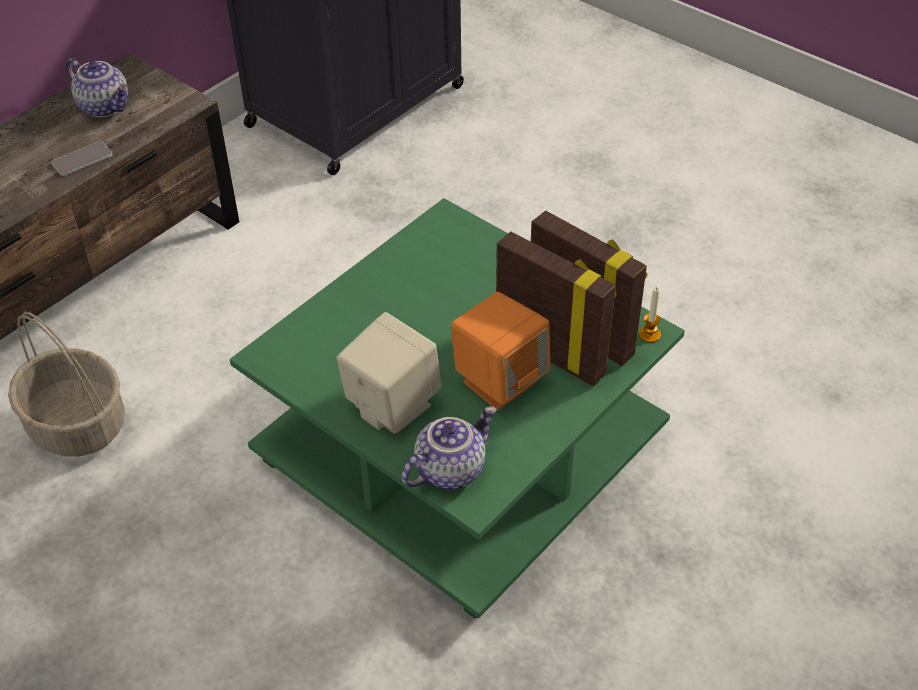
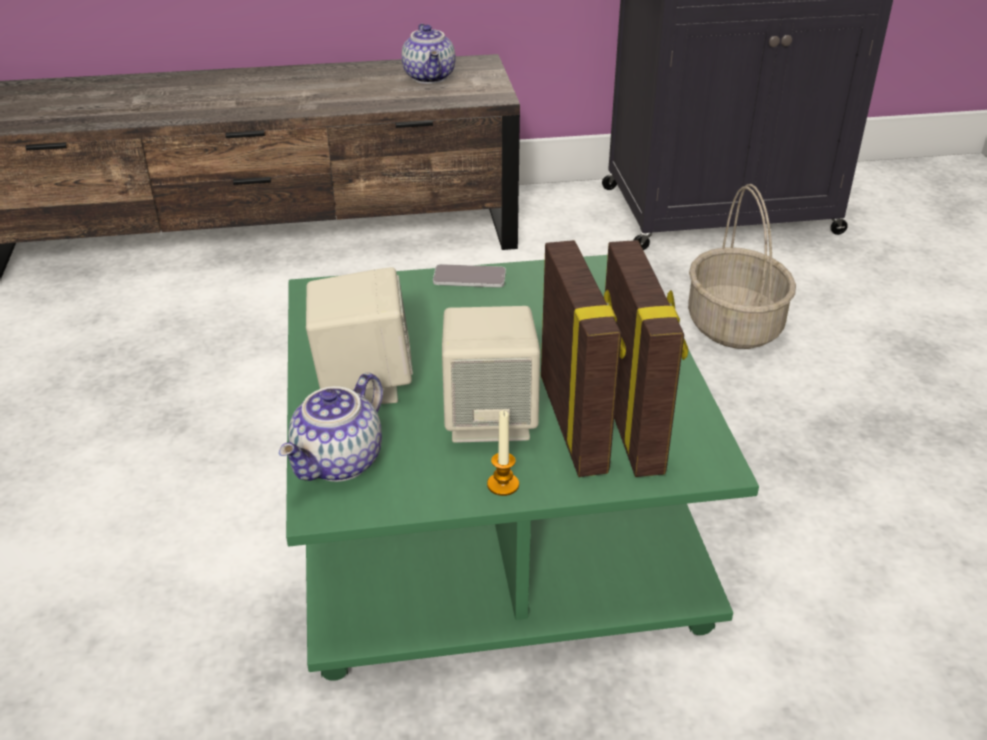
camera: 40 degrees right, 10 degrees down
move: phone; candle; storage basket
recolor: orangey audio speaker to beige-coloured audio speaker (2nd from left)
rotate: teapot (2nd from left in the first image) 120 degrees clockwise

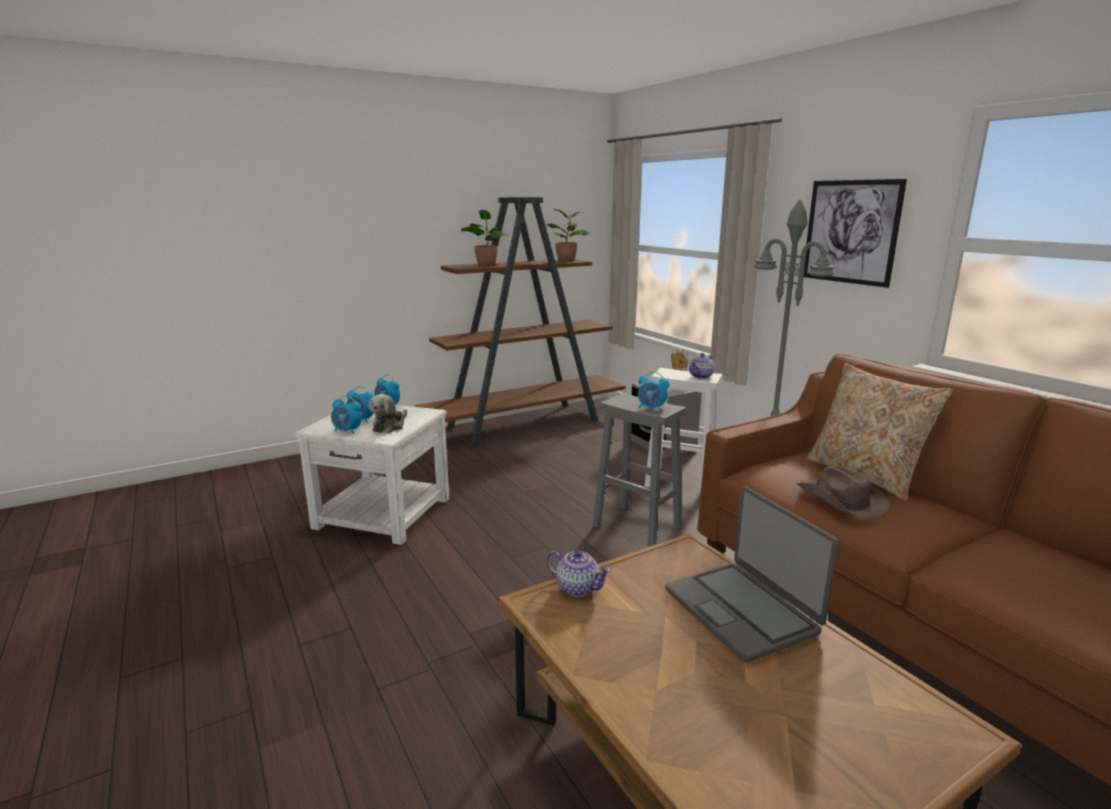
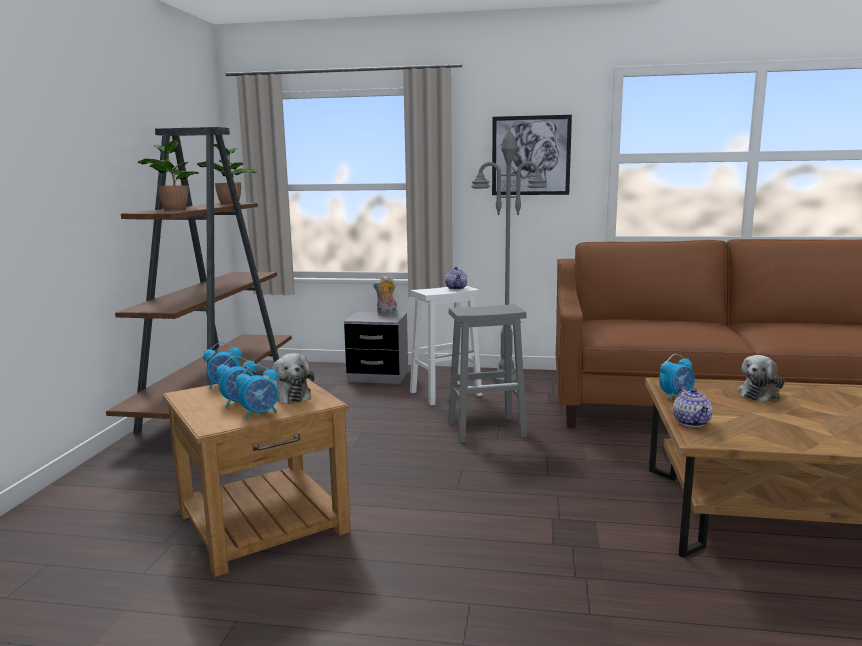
camera: 50 degrees left, 5 degrees down
delete: brown hat; beige-coloured cushion
move: table clock (4th from left)
replace: portable computer to plush toy (3rd from left)
recolor: white accent table to brown accent table
rotate: teapot (1st from left in the first image) 105 degrees clockwise

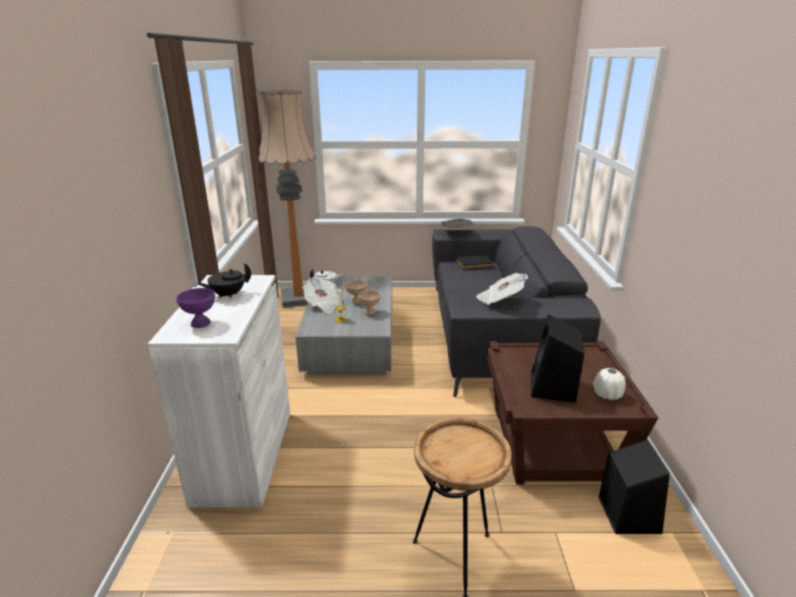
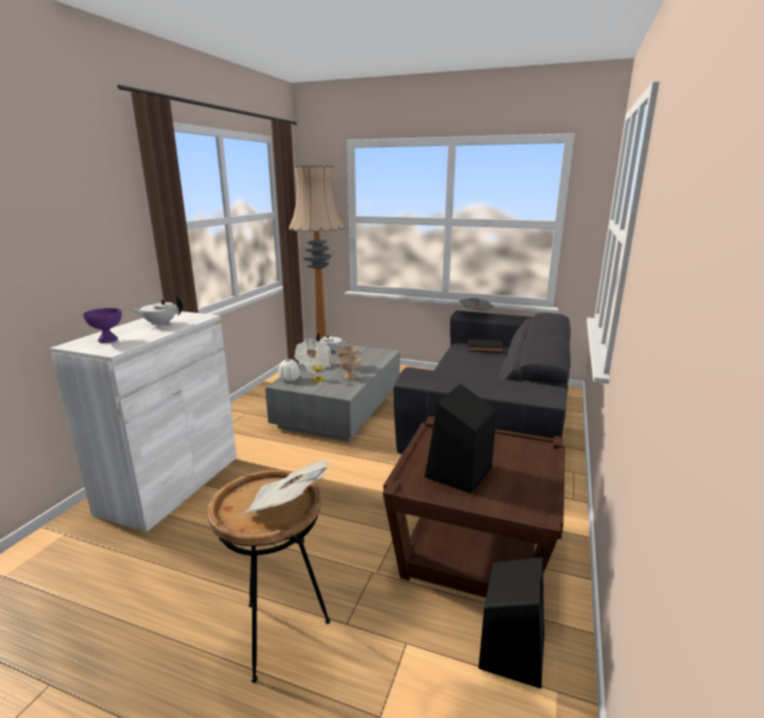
camera: 20 degrees right, 5 degrees down
move: printed paper (3rd from left in the first image) to printed paper (1st from left); white vase
recolor: black-coloured teapot to white teapot (1st from left)

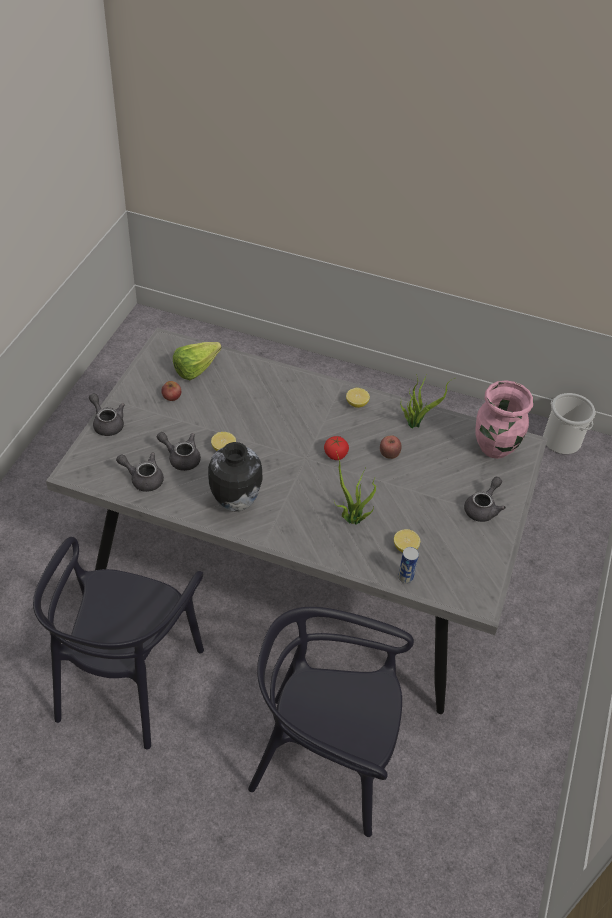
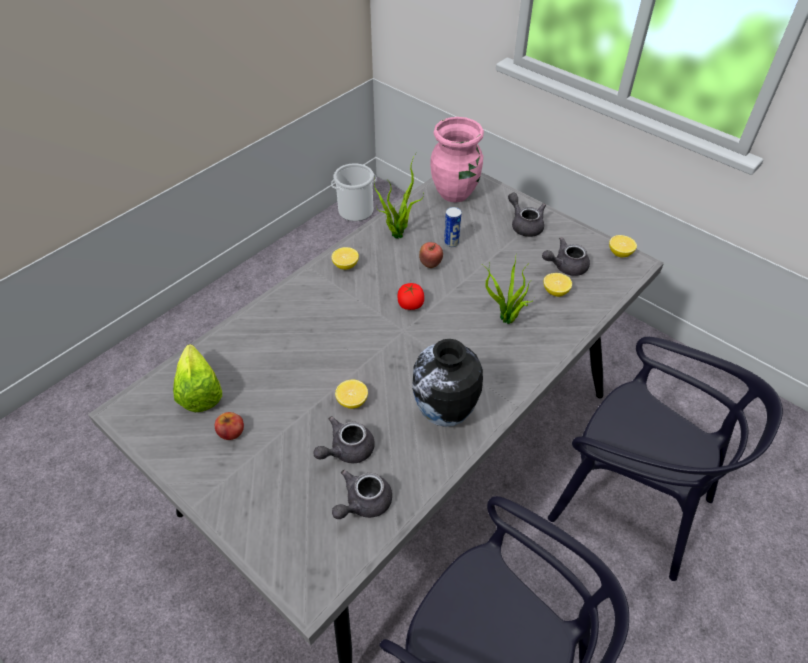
camera: 65 degrees left, 0 degrees up
insert: whole lemon (4th from left)
move: can; gray teapot (1st from left in the first image) to gray teapot (4th from left)
rotate: black-coloured plain chair (2nd from left) 90 degrees counterclockwise

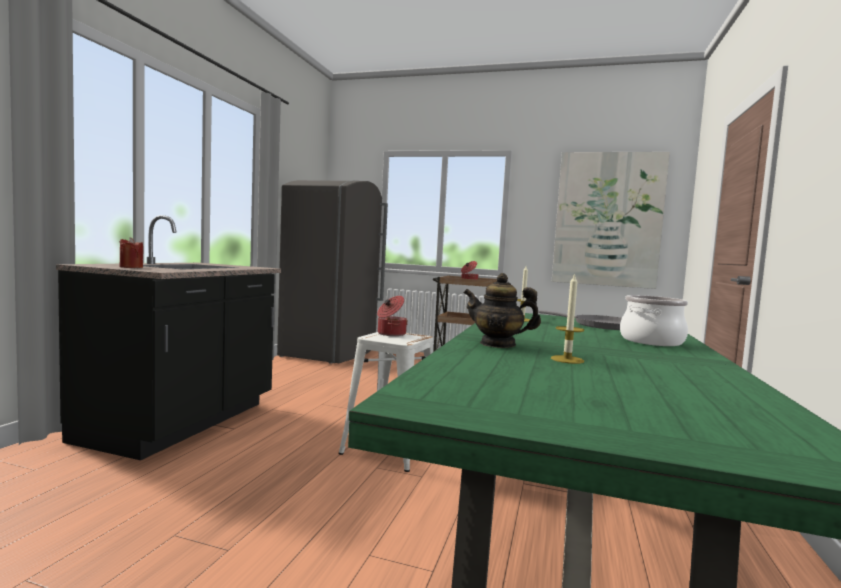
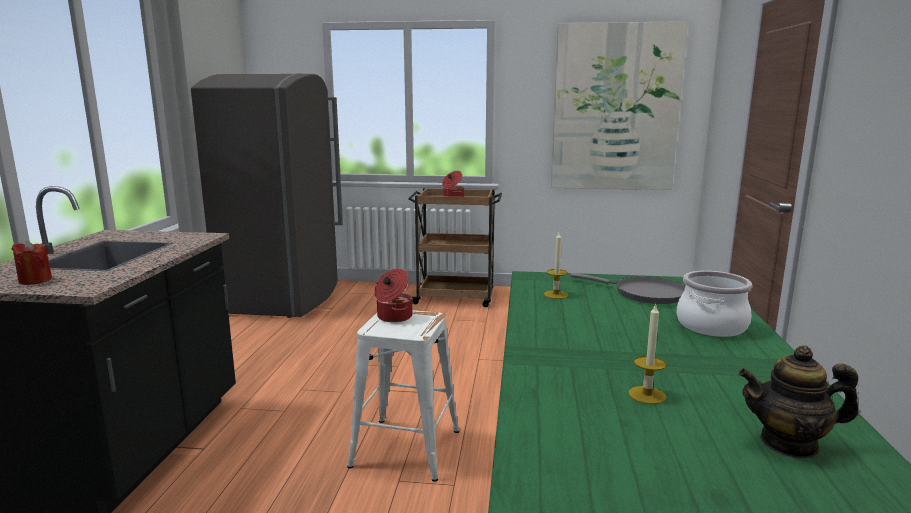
camera: 10 degrees left, 10 degrees up
move: teapot

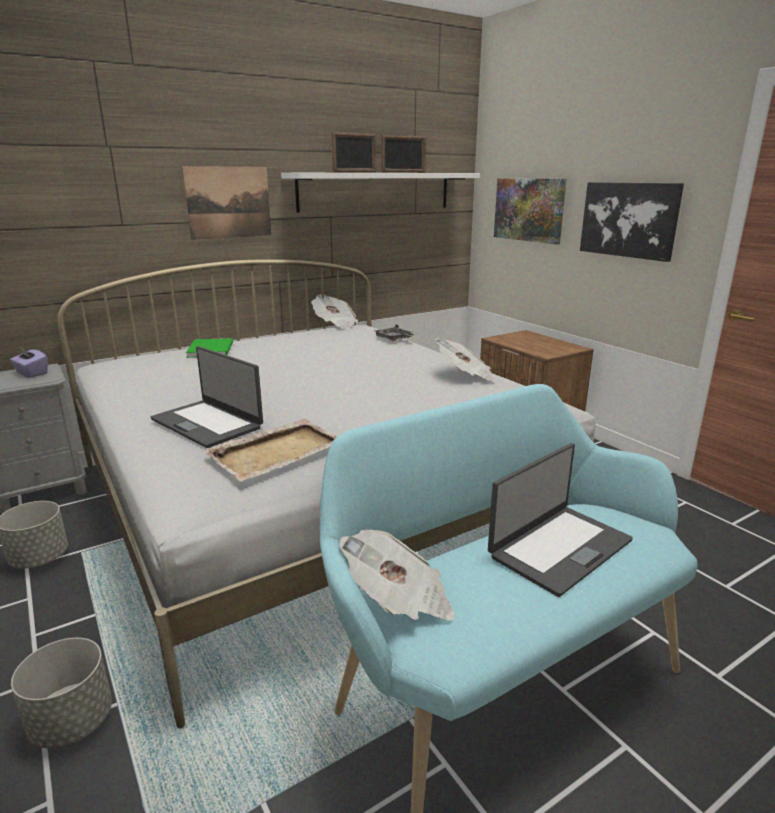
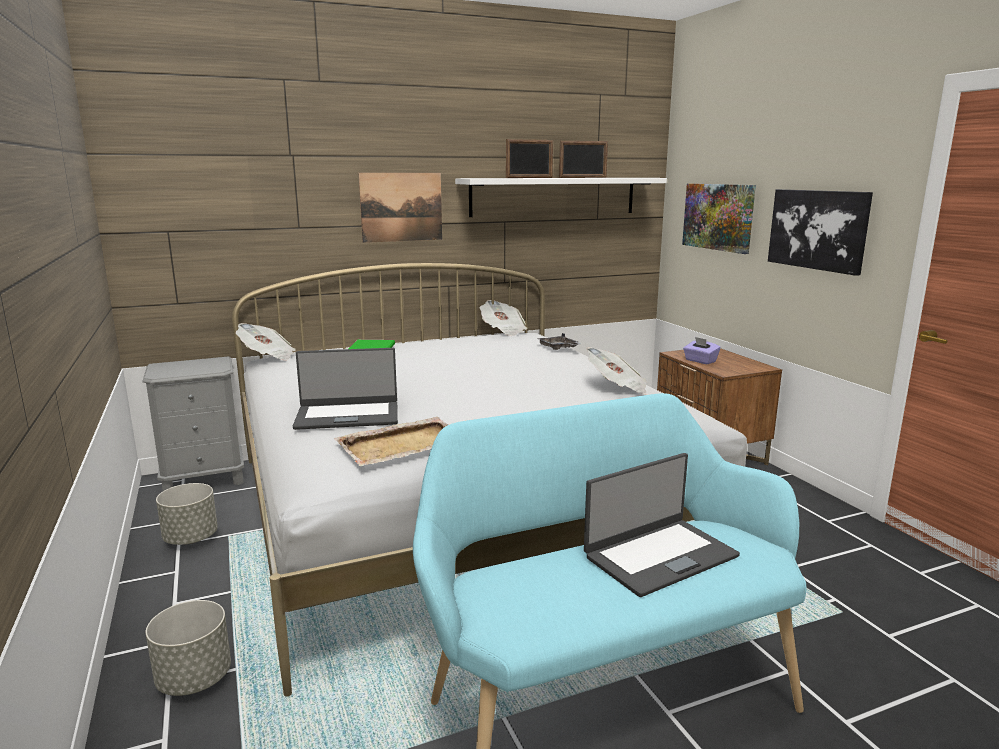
camera: 10 degrees right, 5 degrees down
move: printed paper (2nd from left in the first image) to printed paper (1st from left); purple box of tissues
rotate: portable computer (1st from left) 60 degrees counterclockwise

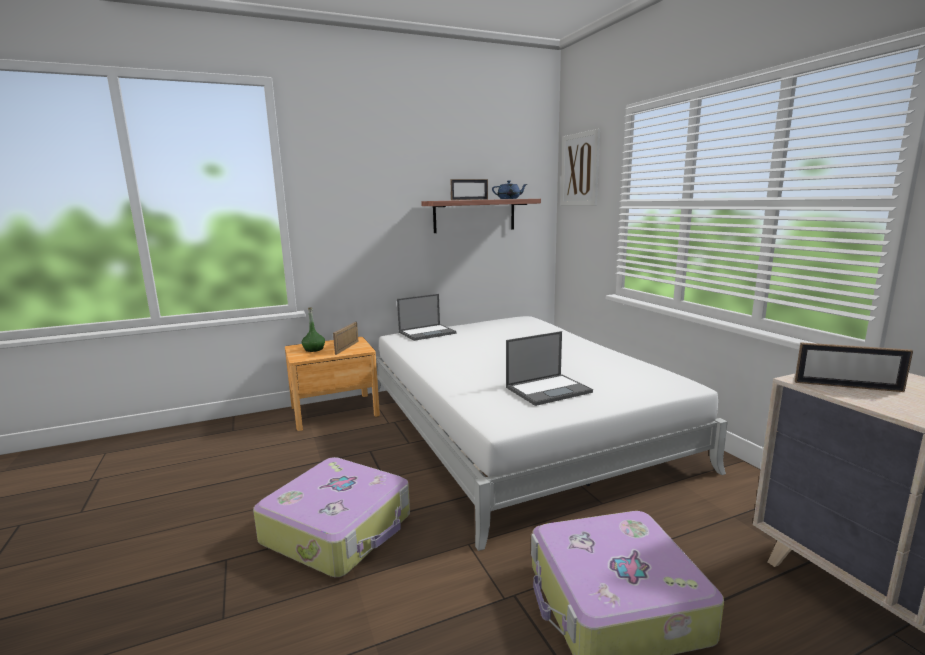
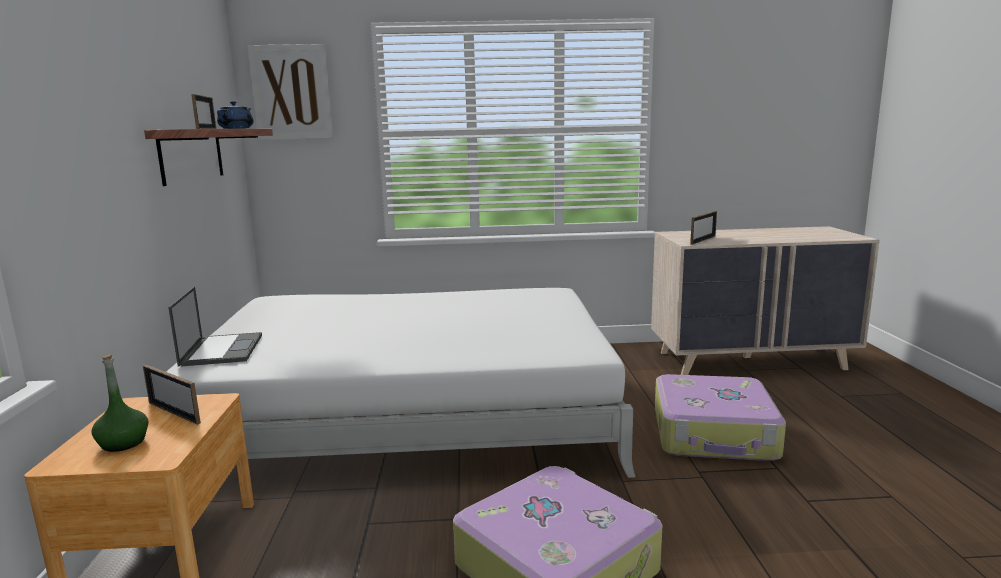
camera: 70 degrees left, 0 degrees up
delete: portable computer (2nd from left)

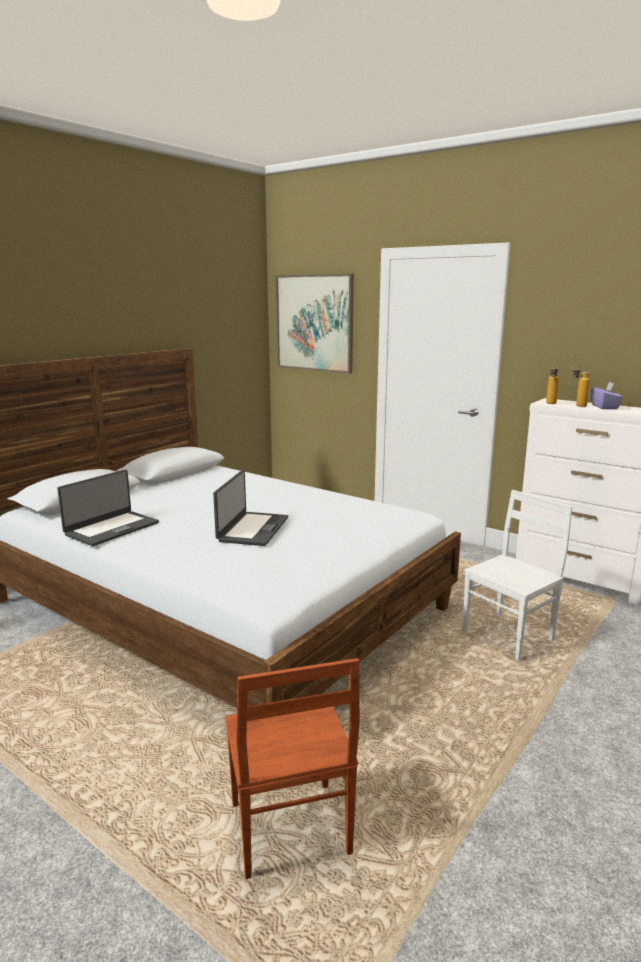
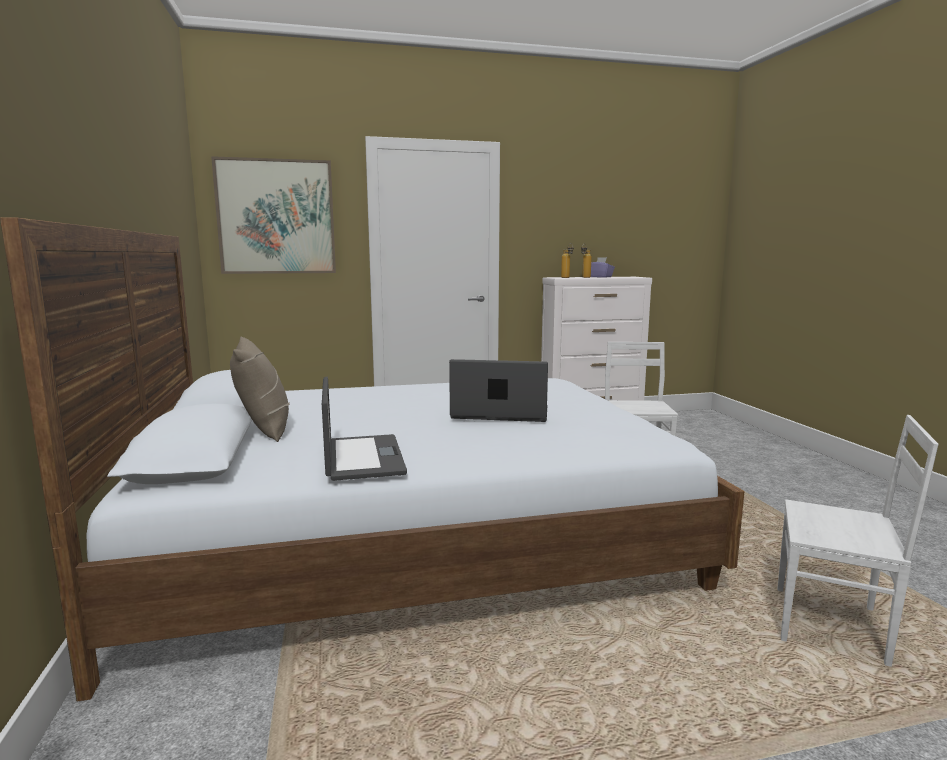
camera: 50 degrees left, 5 degrees down
insert: beige-coloured cushion
recolor: brown plain chair to white plain chair (2nd from left)
rotate: portable computer (2nd from left) 45 degrees counterclockwise

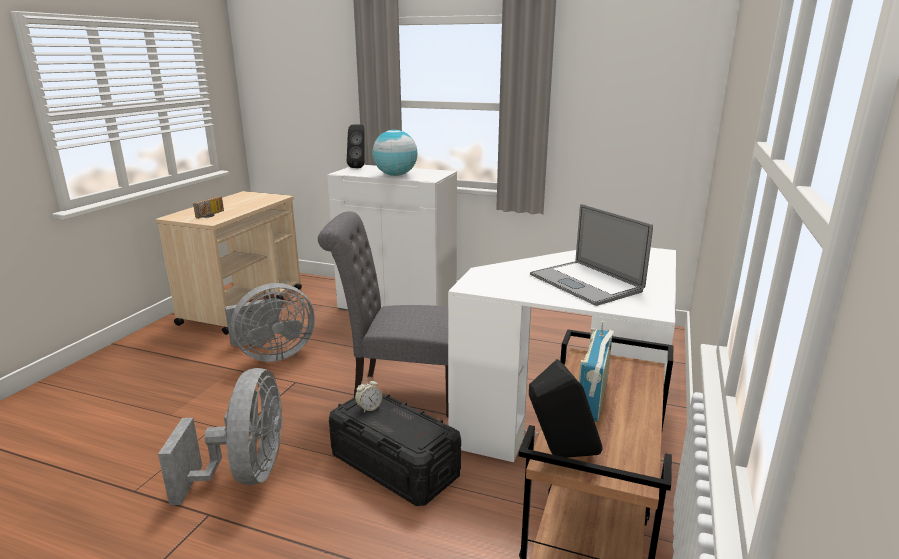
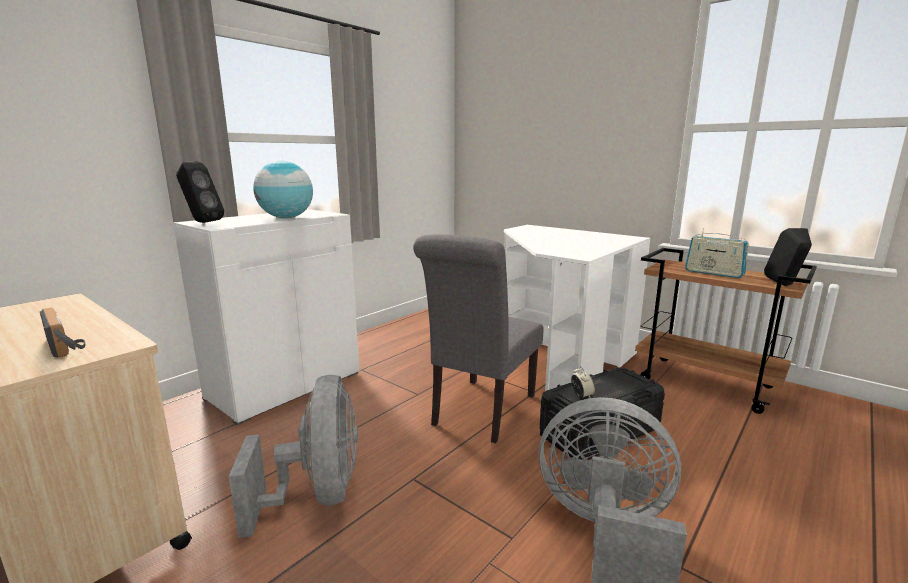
camera: 70 degrees left, 5 degrees down
delete: portable computer

